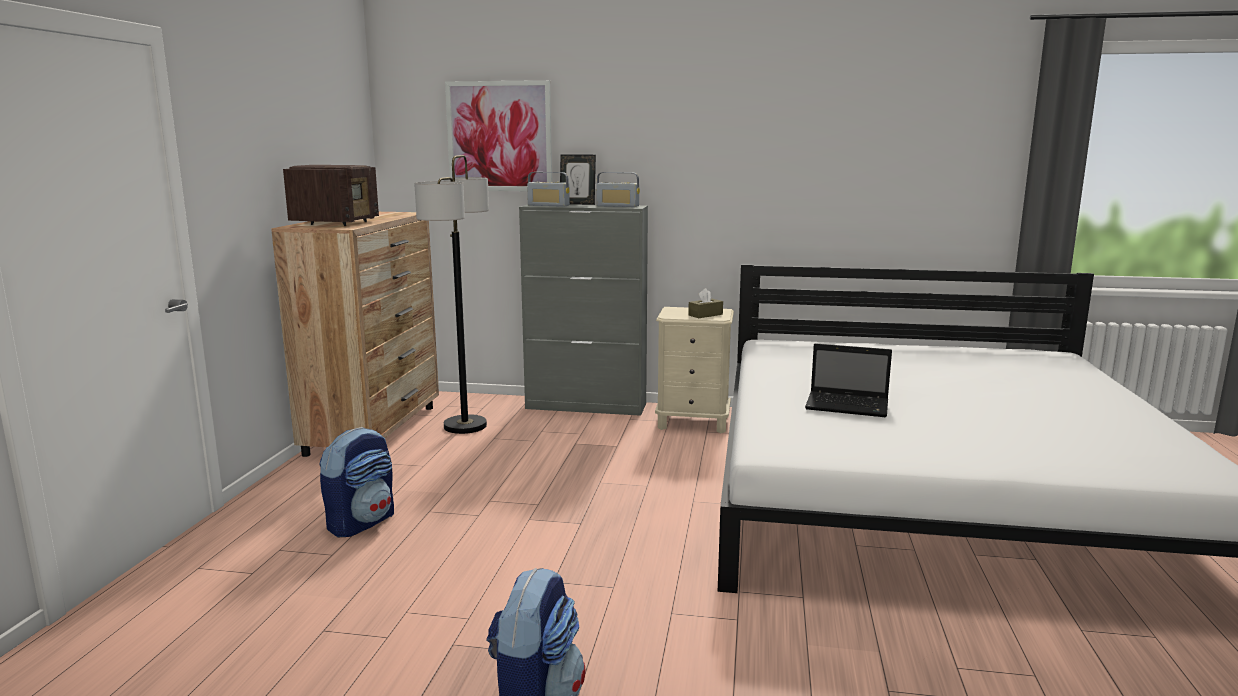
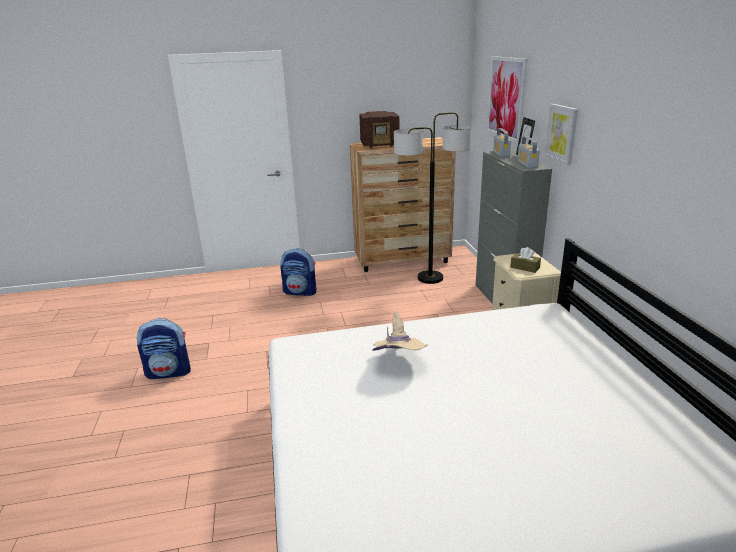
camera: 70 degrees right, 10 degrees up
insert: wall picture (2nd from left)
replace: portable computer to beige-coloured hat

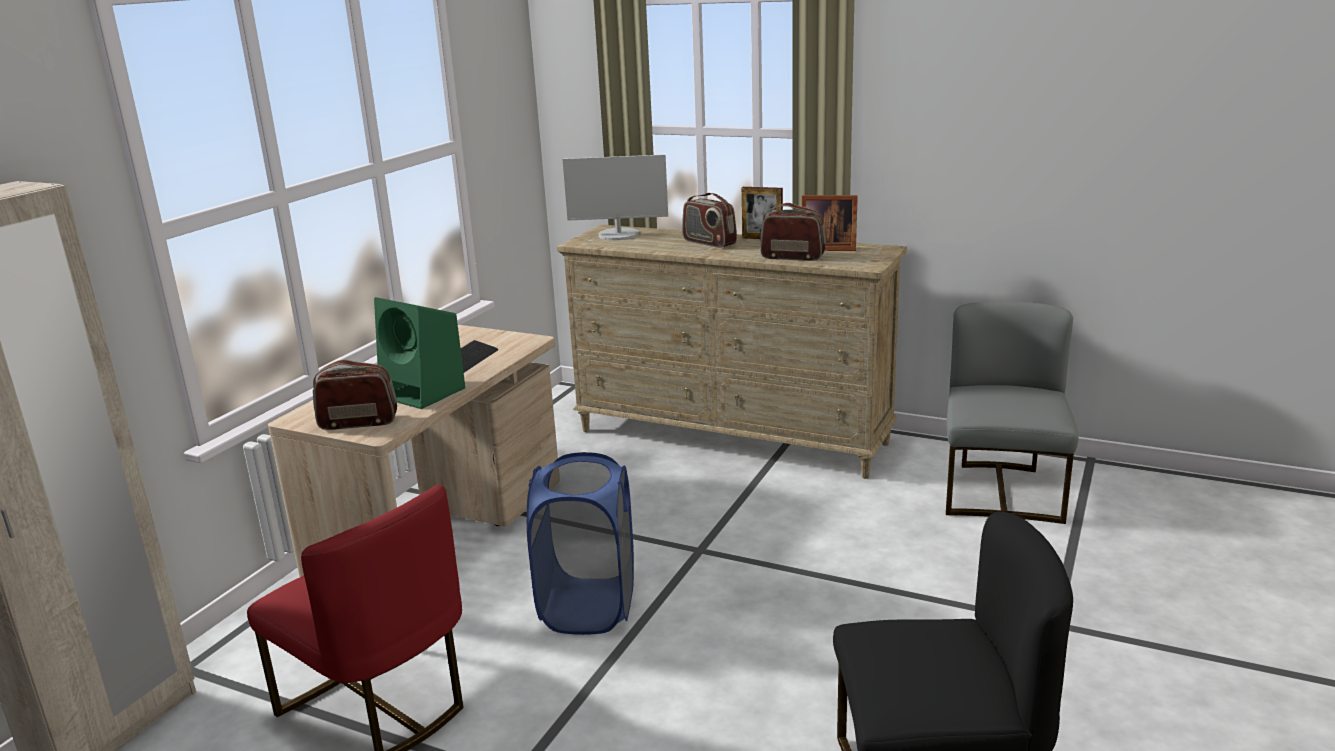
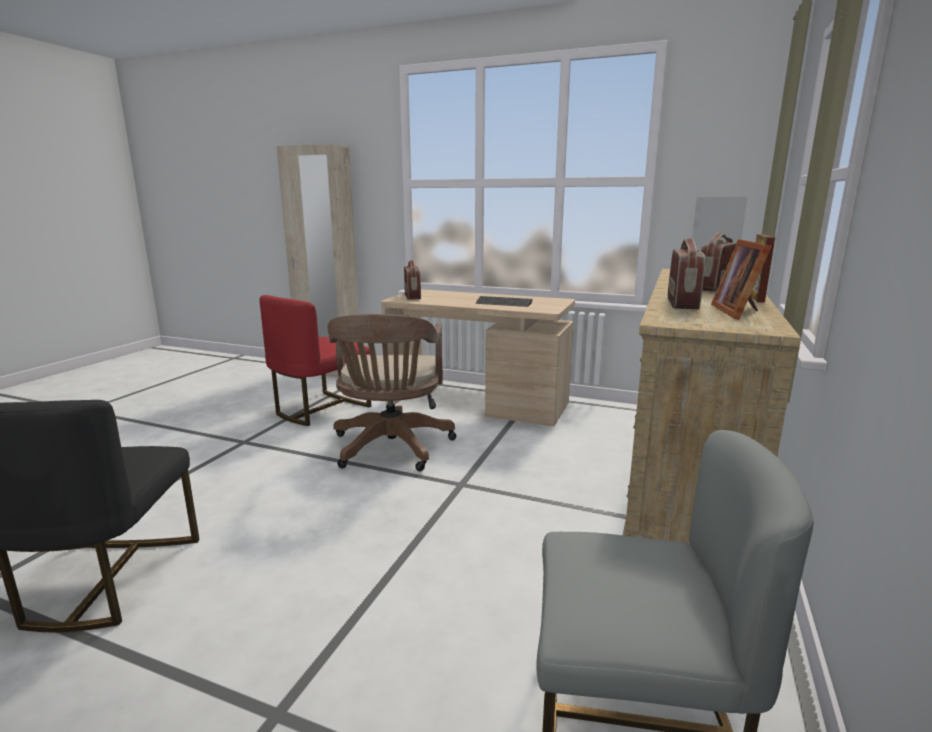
camera: 85 degrees right, 5 degrees down
delete: green-coloured audio speaker
replace: blue-coloured hamper to brown office chair

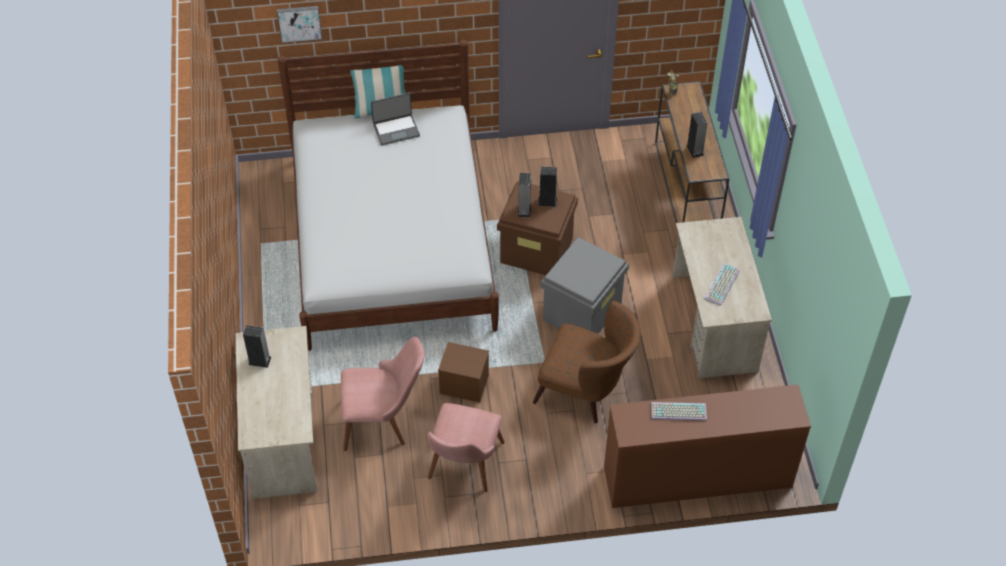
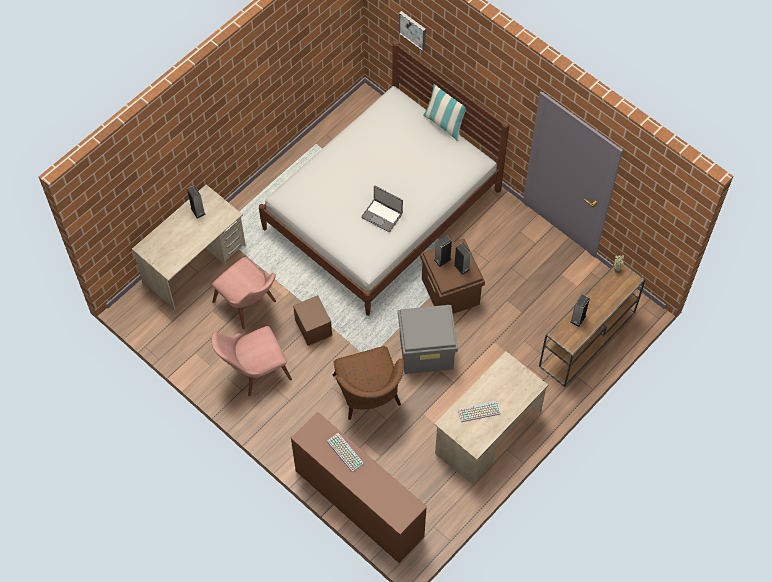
camera: 50 degrees right, 10 degrees up
move: portable computer

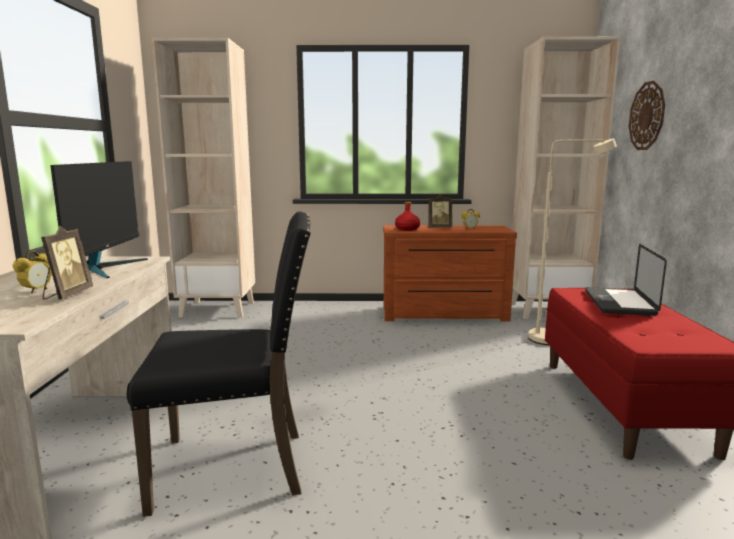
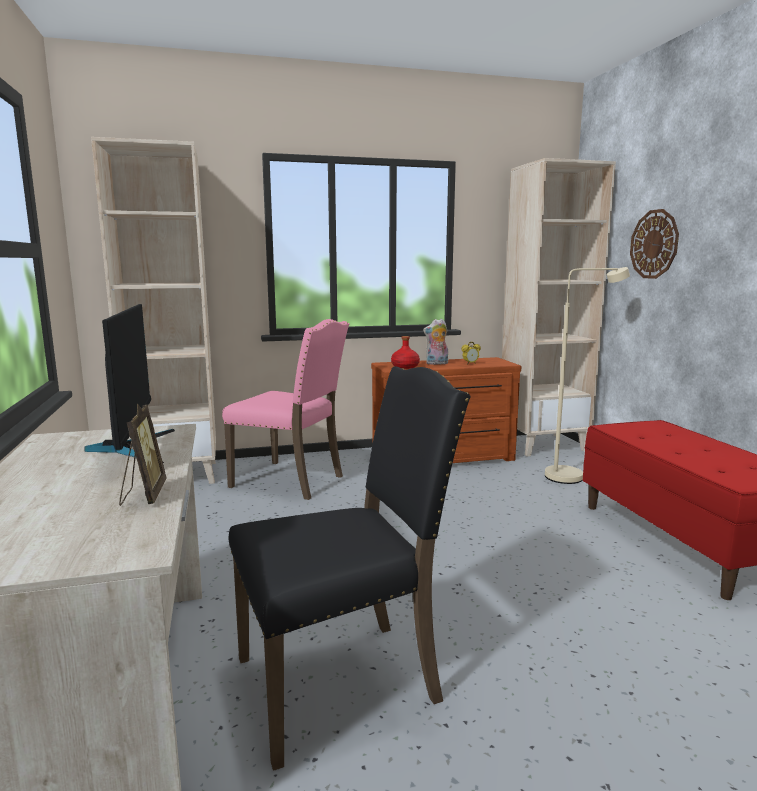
camera: 15 degrees left, 0 degrees up
delete: table clock (1st from left); portable computer
insert: pink-coloured plain chair
replace: picture frame (2nd from left) to plush toy

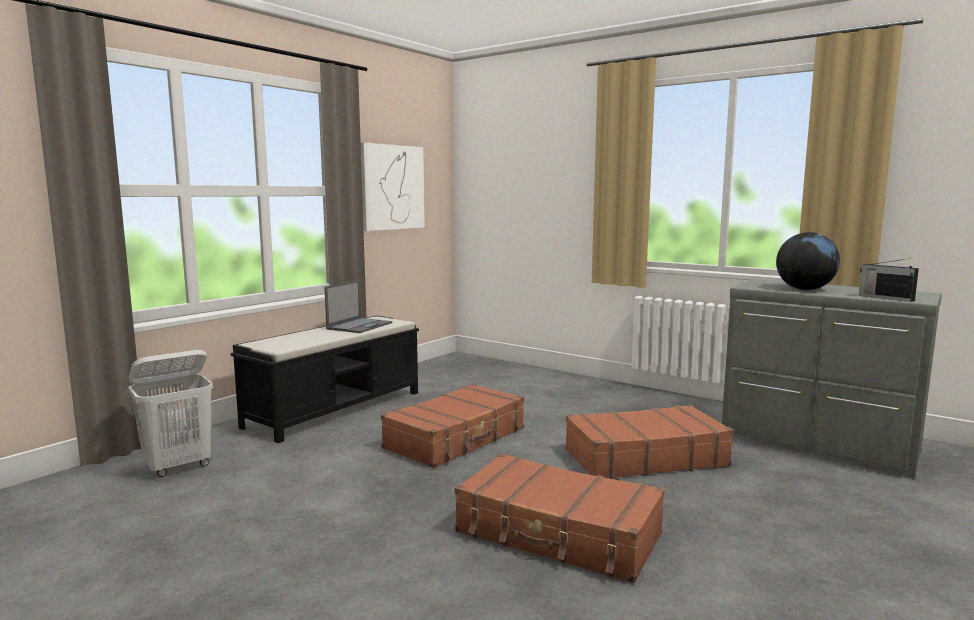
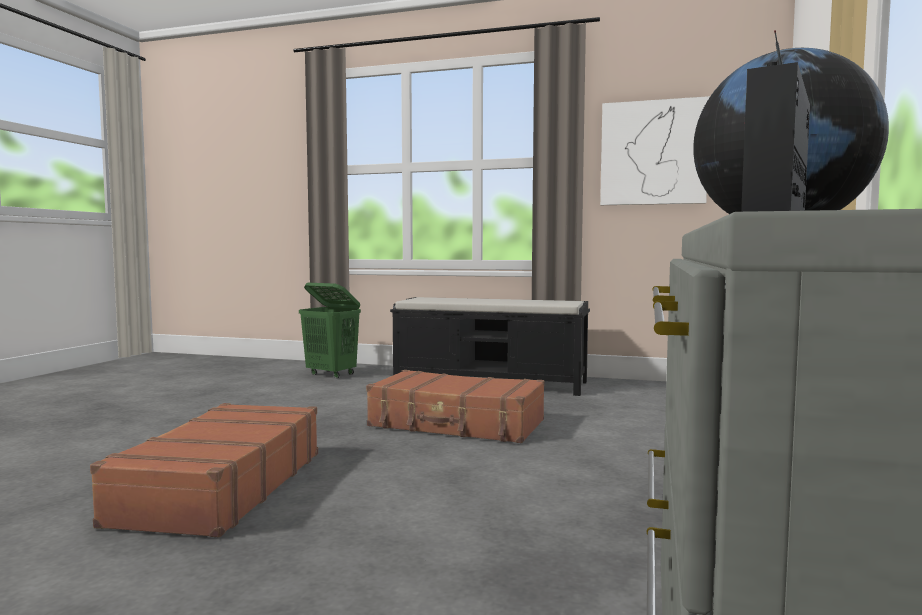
camera: 70 degrees right, 5 degrees down
delete: portable computer; brown suitcase (3rd from left)
recolor: white hamper to green-coloured hamper

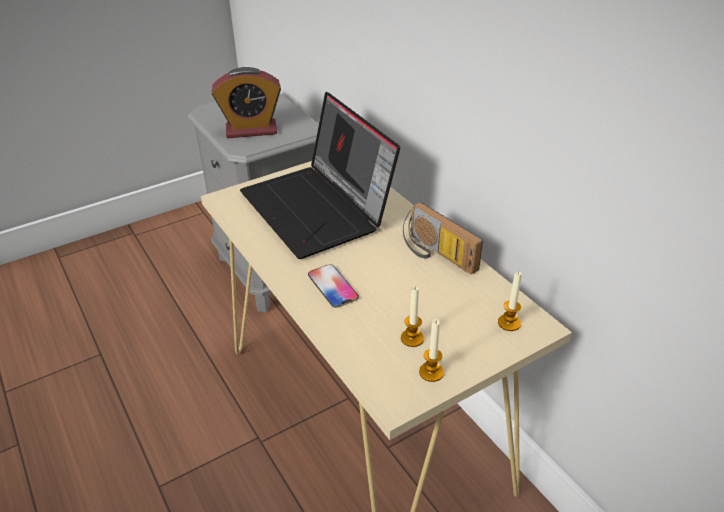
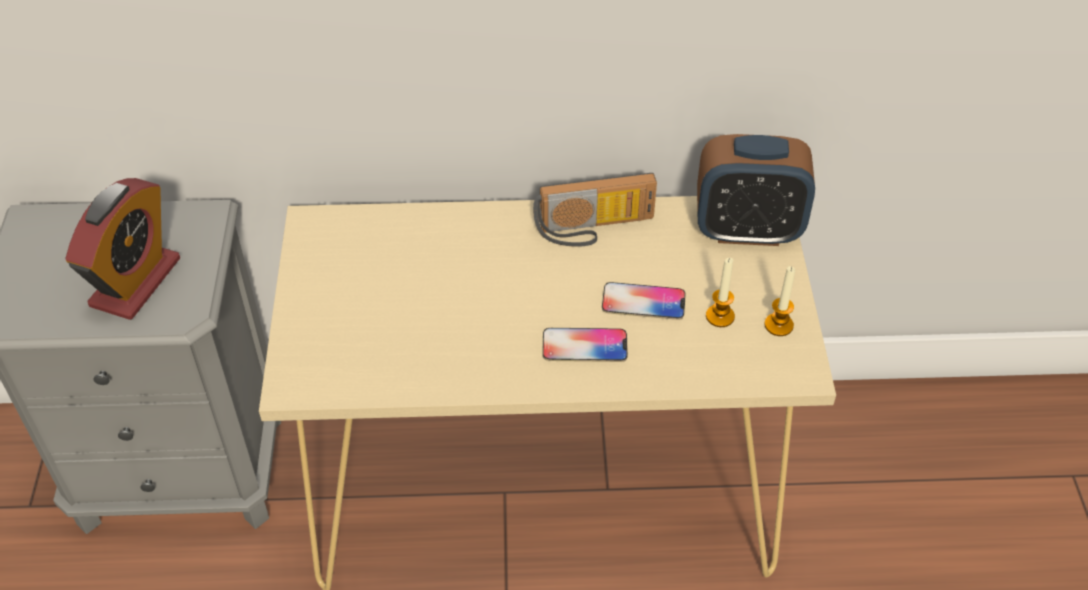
camera: 60 degrees left, 10 degrees up
delete: portable computer
insert: phone (2nd from left)
replace: candle (3rd from left) to table clock (2nd from left)

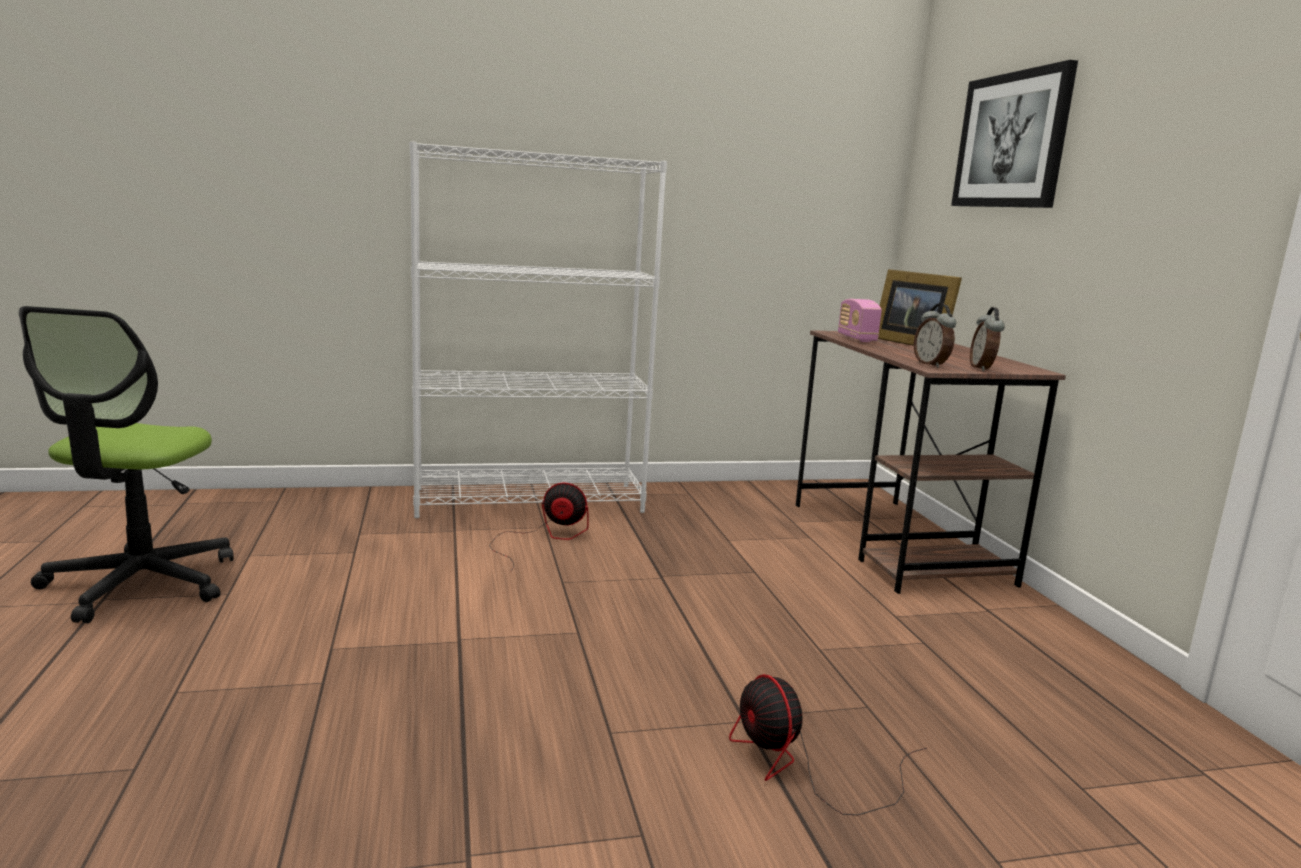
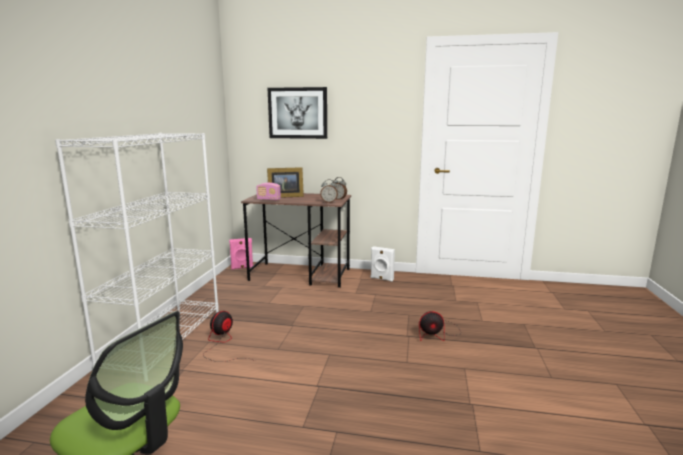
camera: 65 degrees left, 0 degrees up
insert: pink-coloured audio speaker; white audio speaker

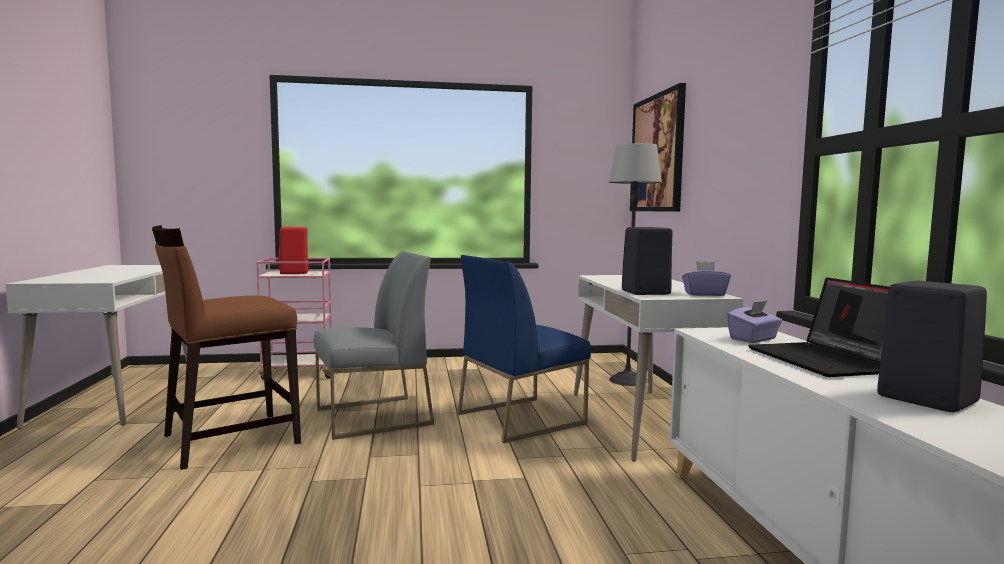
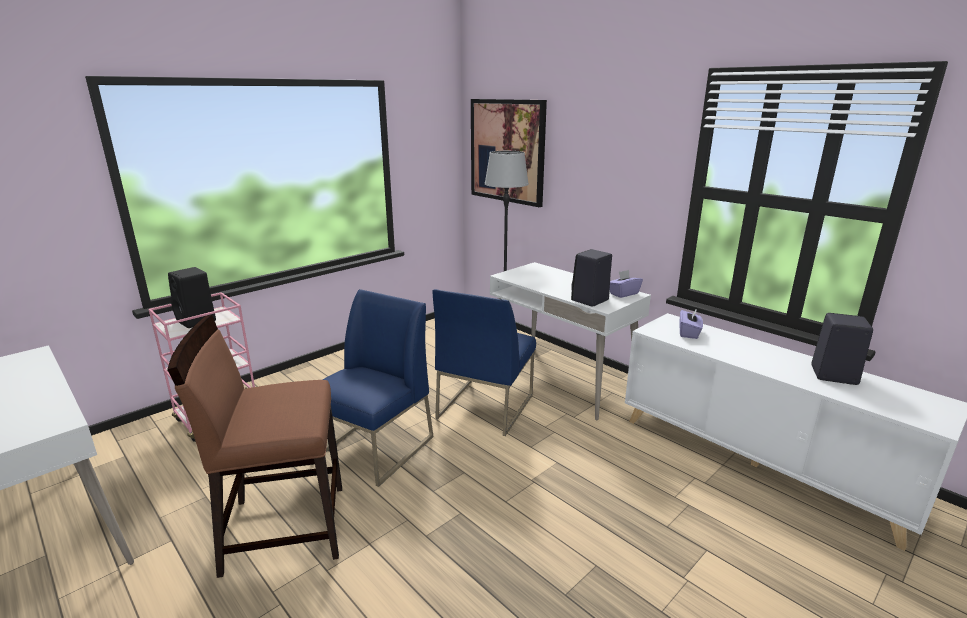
camera: 35 degrees left, 15 degrees up
delete: portable computer
recolor: reddish audio speaker to black-coloured audio speaker (1st from left); gray plain chair to blue-coloured plain chair (1st from left)
rotate: brown plain chair 60 degrees clockwise

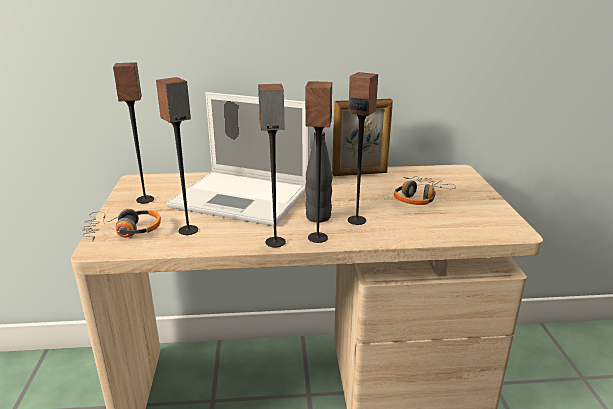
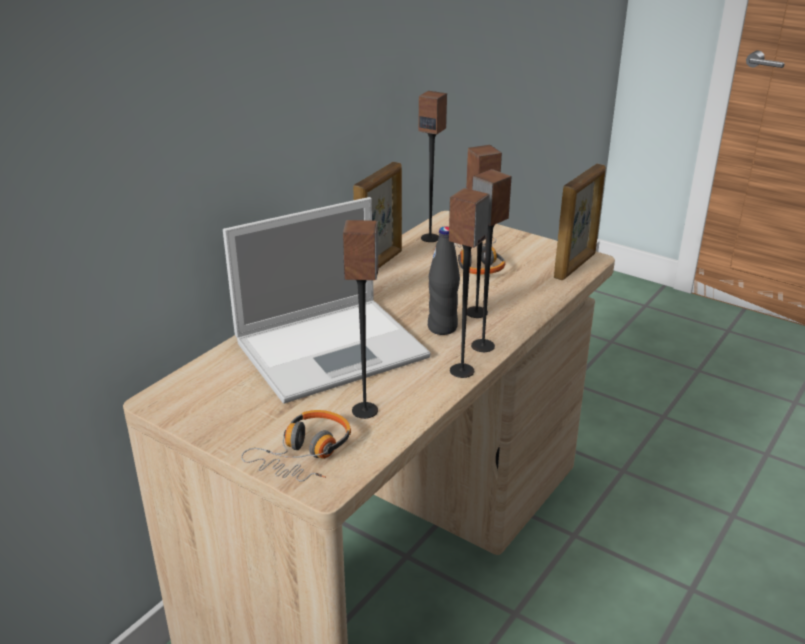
camera: 50 degrees left, 5 degrees up
insert: picture frame (2nd from left)
move: audio speaker (1st from left in the first image) to audio speaker (2nd from left)

